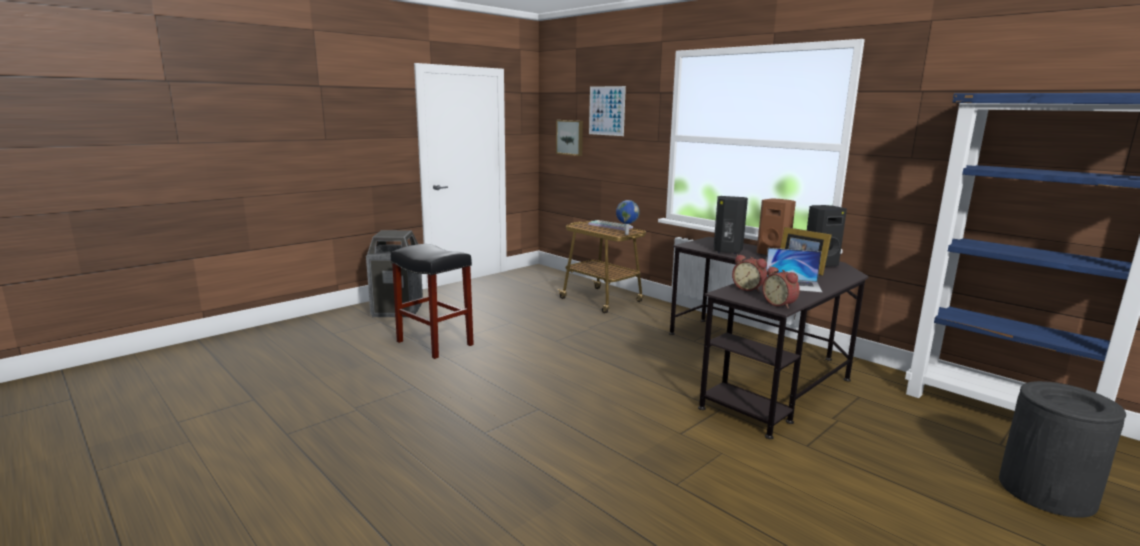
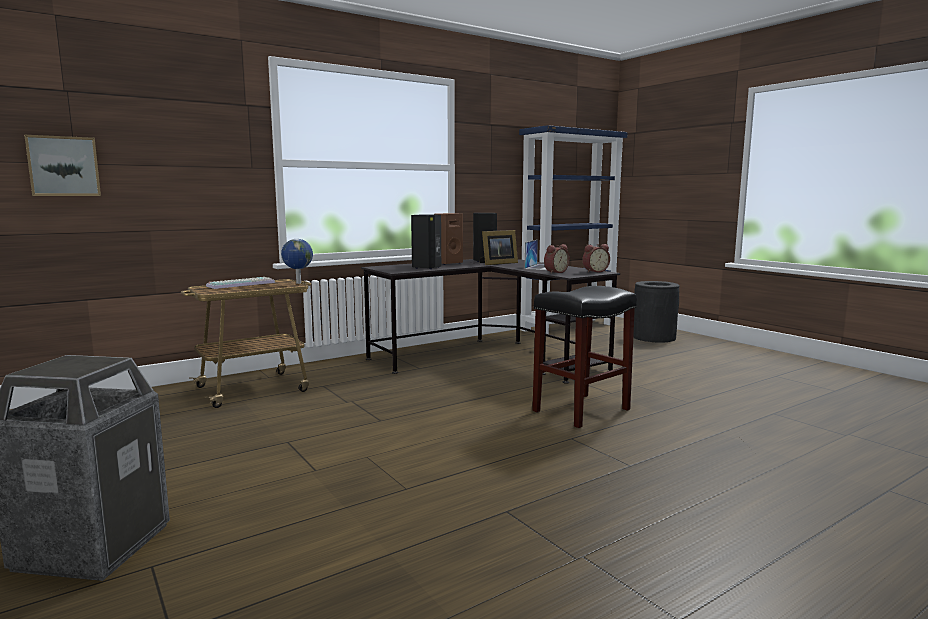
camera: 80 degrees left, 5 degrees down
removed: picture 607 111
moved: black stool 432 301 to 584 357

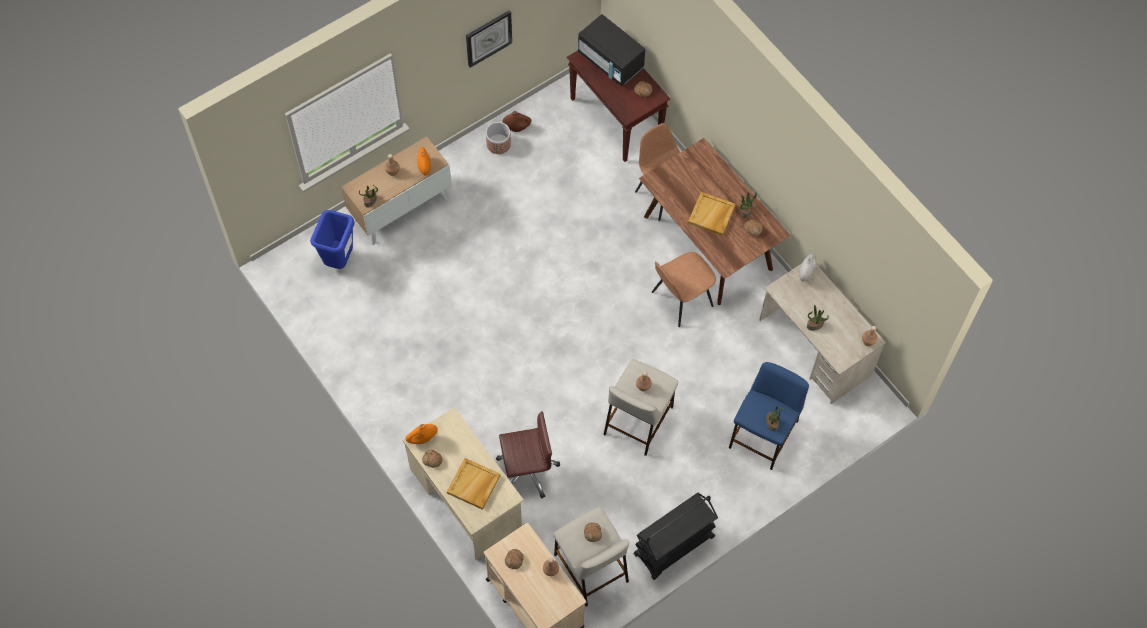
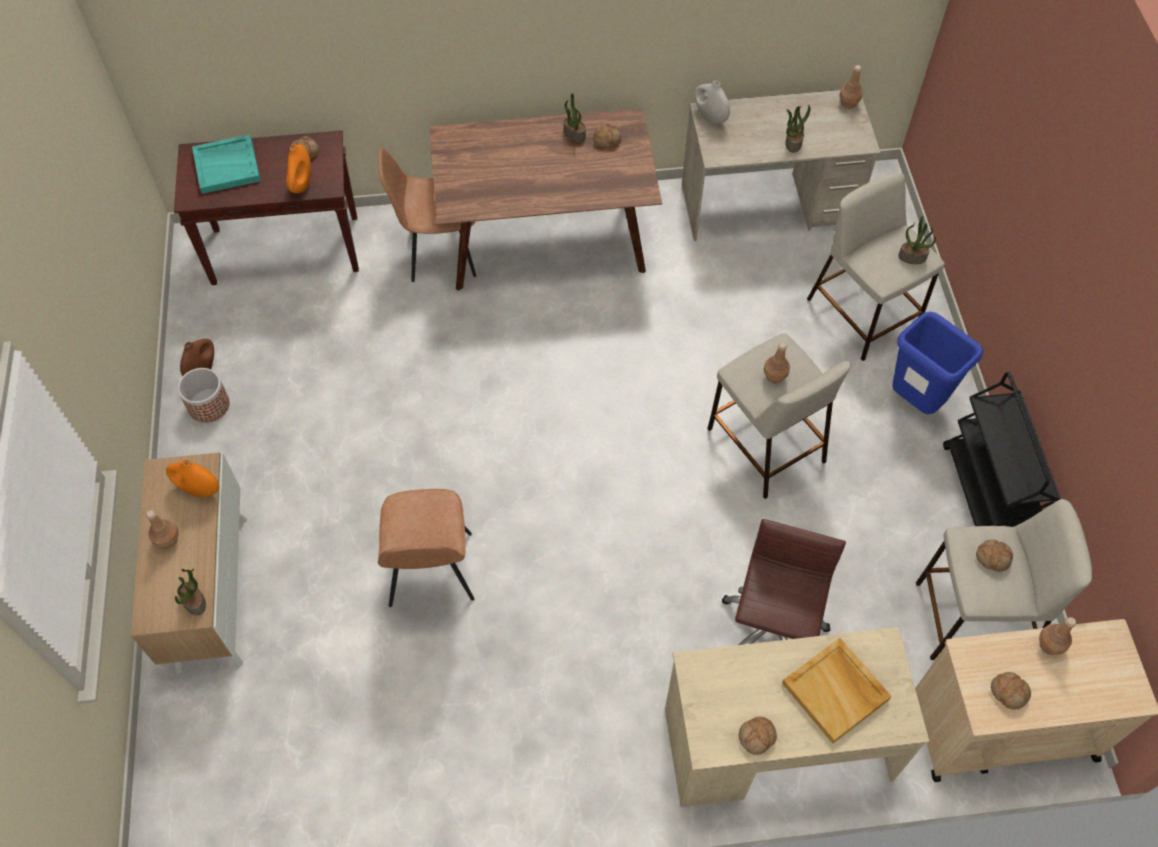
camera: 60 degrees left, 5 degrees down
removed: wall clock 489 39; beige tray 711 214
moved: orange vase 421 434 to 298 168; brown chair 684 289 to 426 548; blue trash can 332 239 to 937 363
replaced: black microwave 611 50 to turquoise tray 226 164
recoloured: blue stool 769 416 to beige stool 876 266

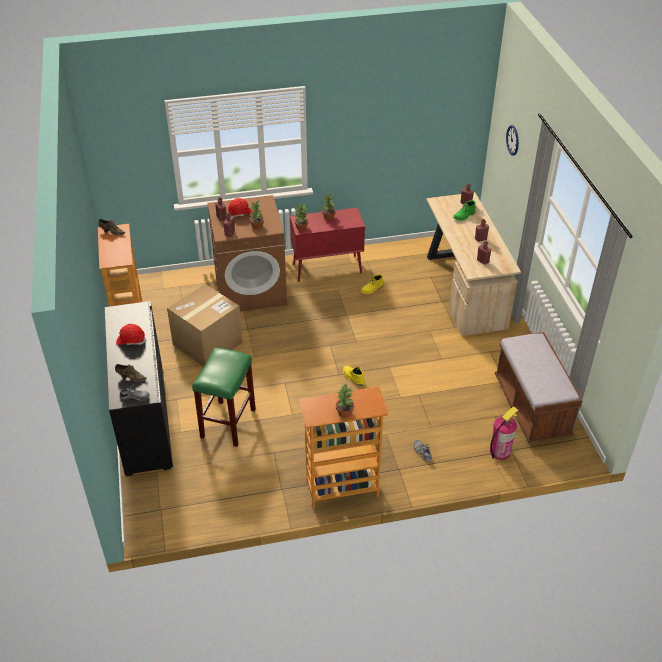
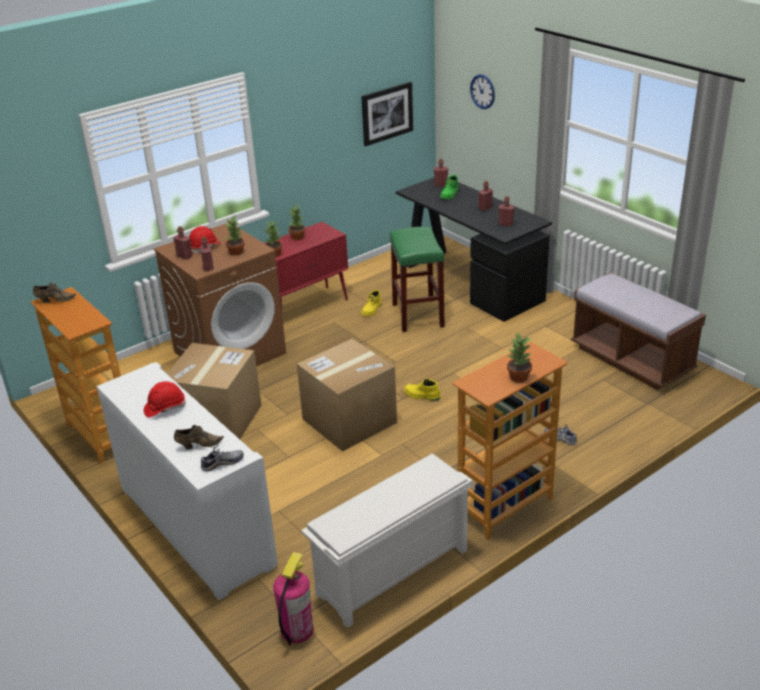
camera: 25 degrees left, 10 degrees down
added: cardboard box 347 395; white shoe rack 387 541; picture 387 114
moved: fire extinguisher 504 433 to 293 598; green stool 224 397 to 417 279
recoloured: black cabinet 138 388 to white cabinet 187 481; beige desk 473 264 to black desk 474 249

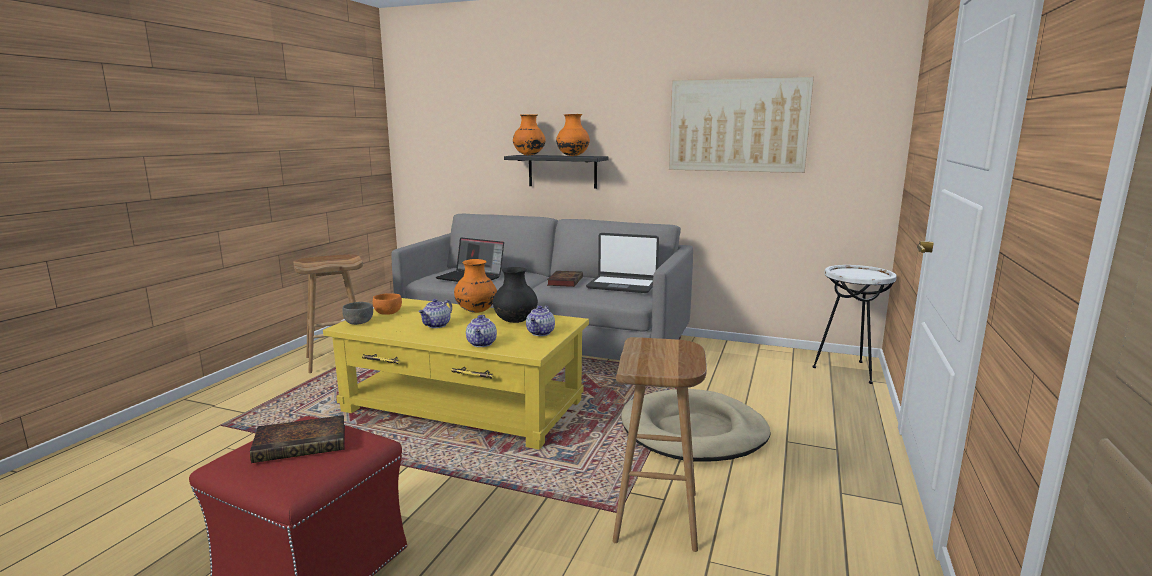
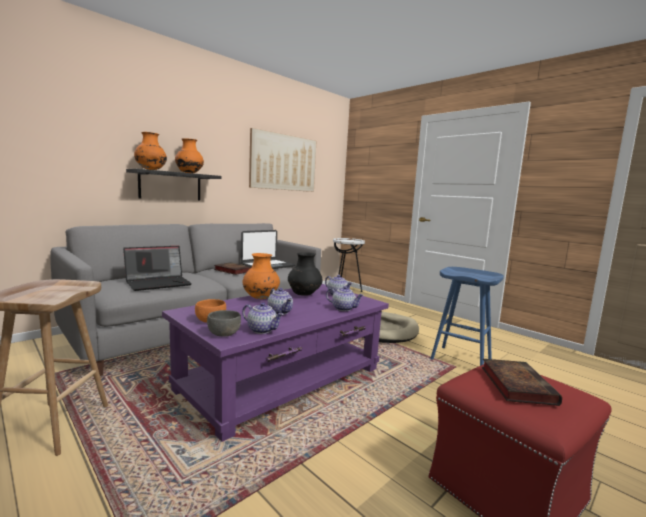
camera: 65 degrees left, 5 degrees down
added: teapot 263 318
recoloured: yellow coffee table 456 374 to purple coffee table 275 363; brown stool 660 444 to blue stool 467 316

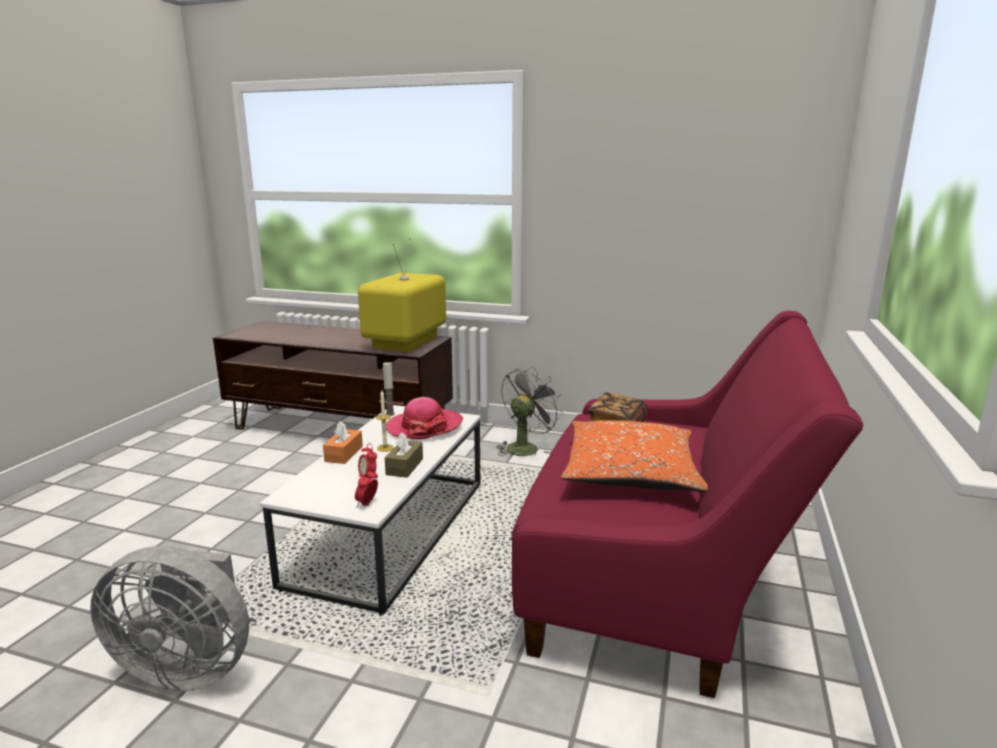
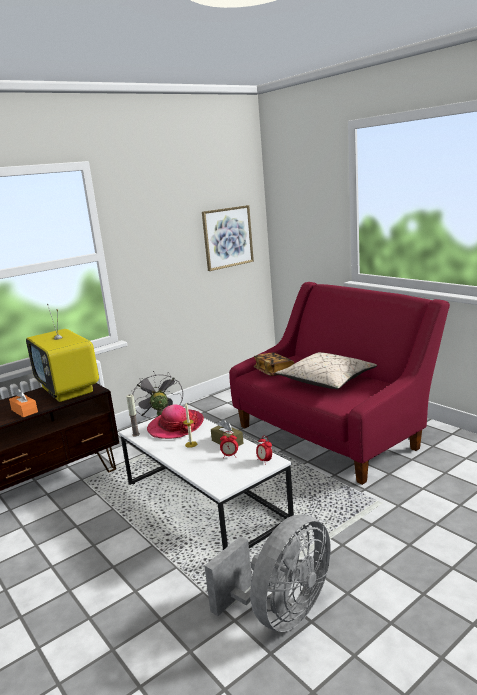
camera: 55 degrees left, 0 degrees up
added: picture 228 238
moved: orange tissue box 343 442 to 23 403
recoloured: orange pillow 634 456 to beige pillow 326 370

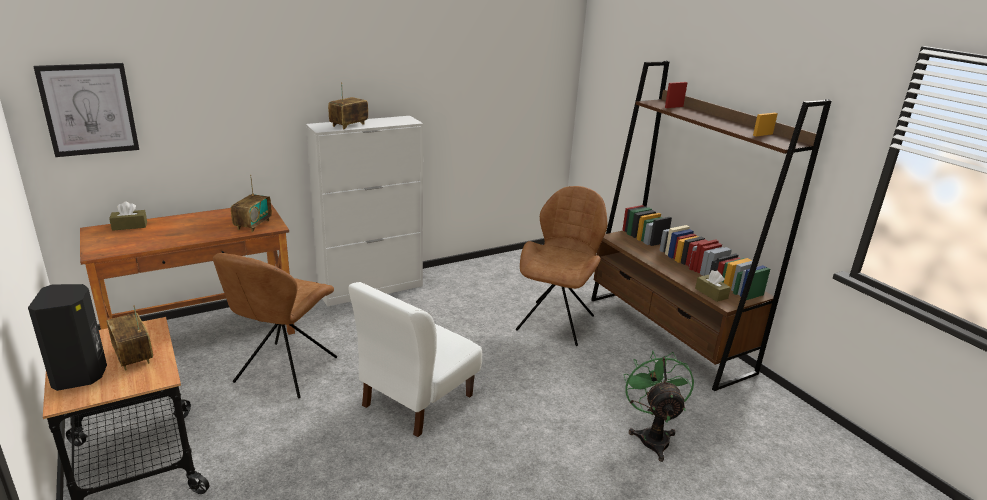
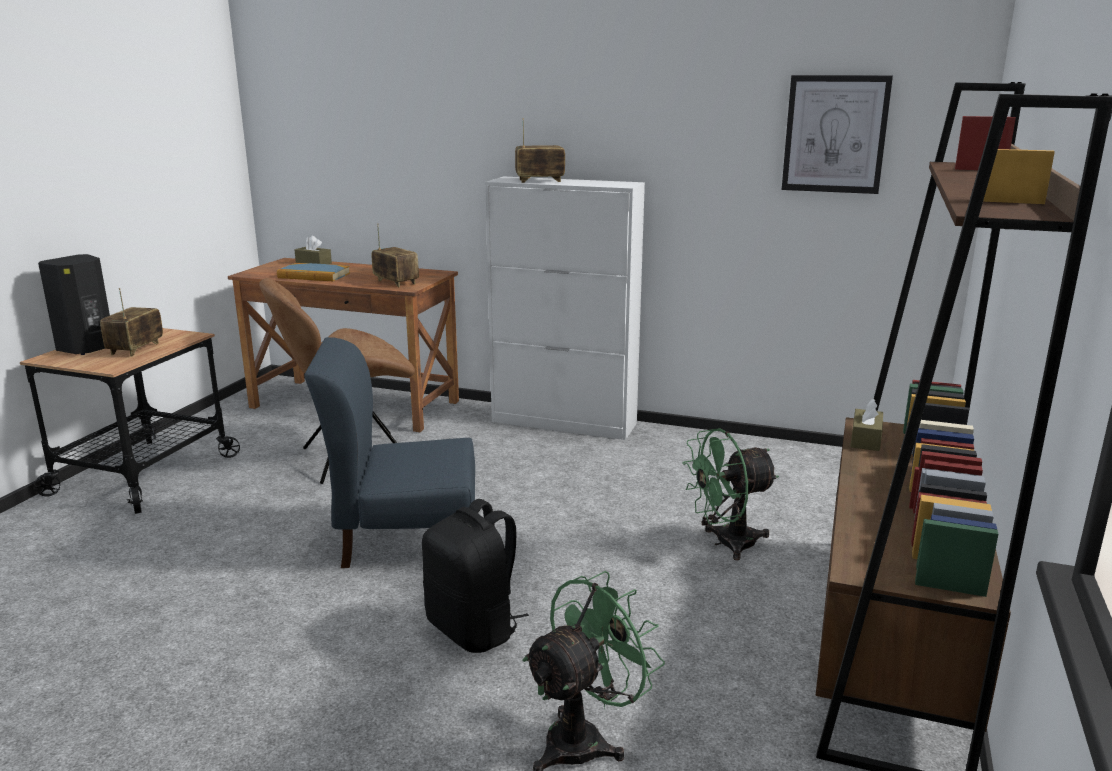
camera: 50 degrees right, 5 degrees down
added: book 313 272; black backpack 475 576
moved: picture 86 110 to 837 134; brown tissue box 713 286 to 866 425
replaced: brown chair 561 266 to green fan 731 494
recoloured: white chair 415 359 to blue chair 390 452
turned: radio 251 203 = 395 255 105 degrees counterclockwise

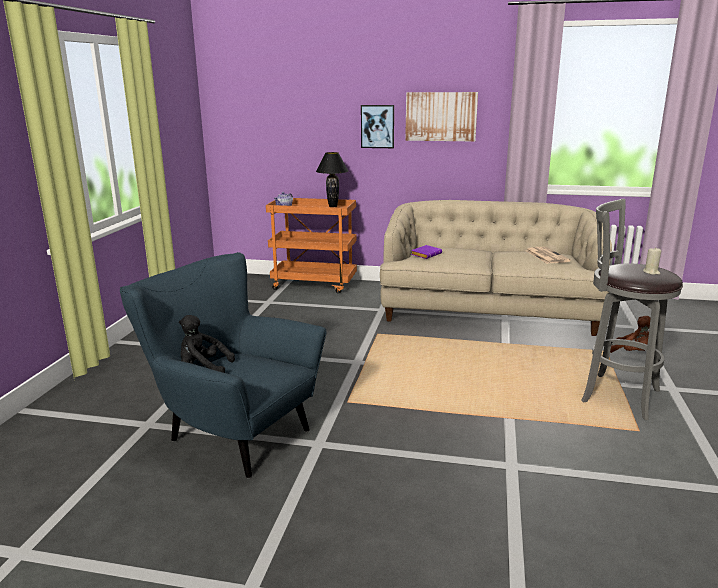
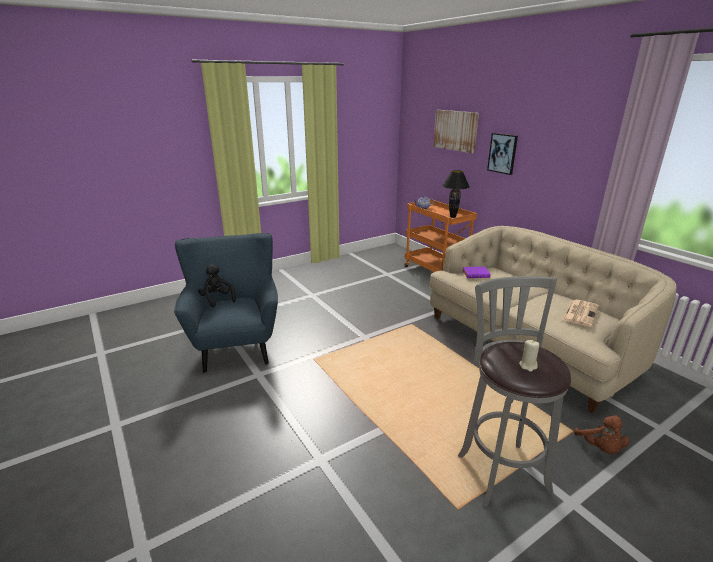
camera: 45 degrees right, 5 degrees up
moved: picture 441 117 to 456 131

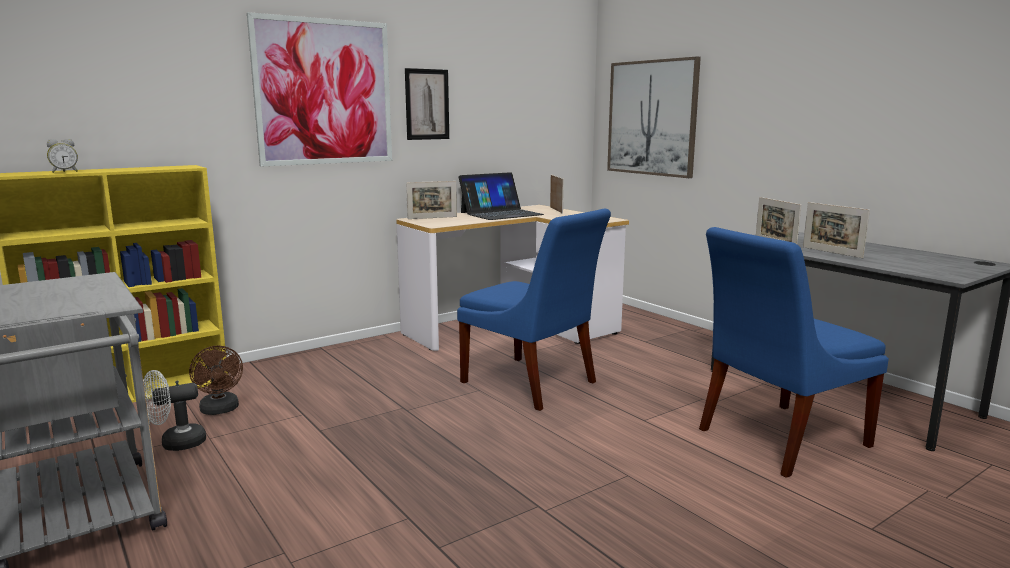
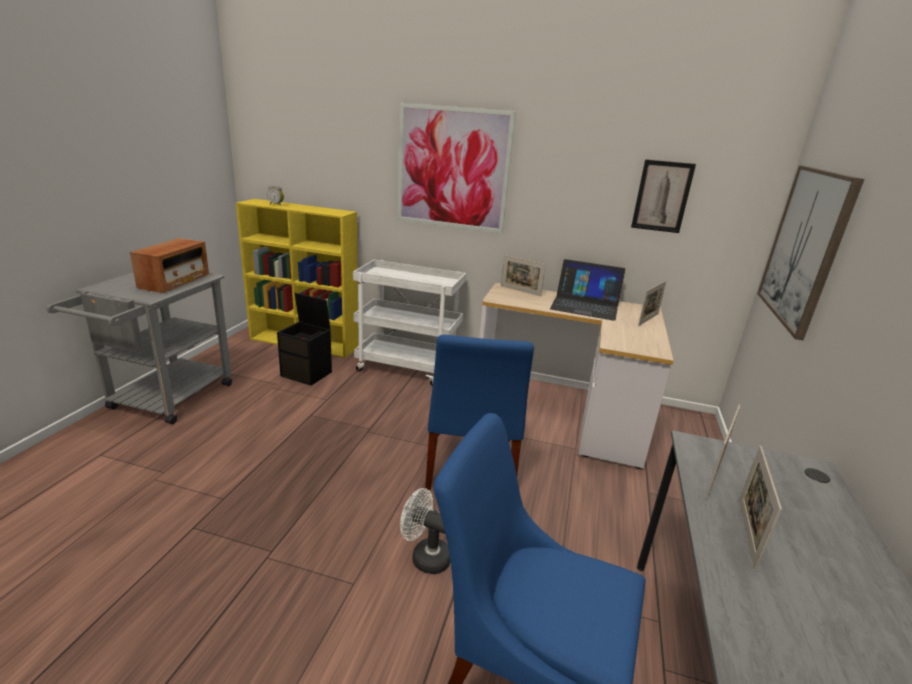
camera: 50 degrees right, 10 degrees up
added: radio 169 265; white cart 409 322
moved: white fan 174 410 to 425 531; picture 427 104 to 663 196
replaced: brown fan 216 380 to black storage box 304 339

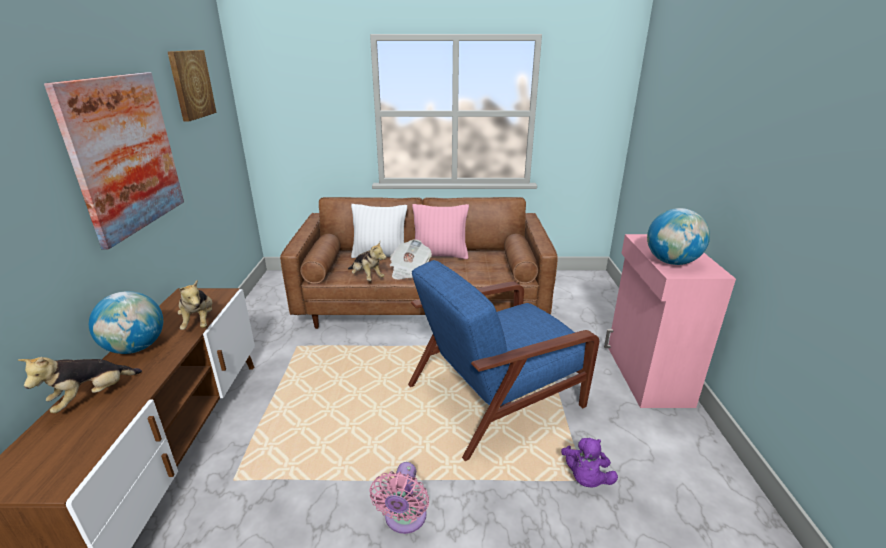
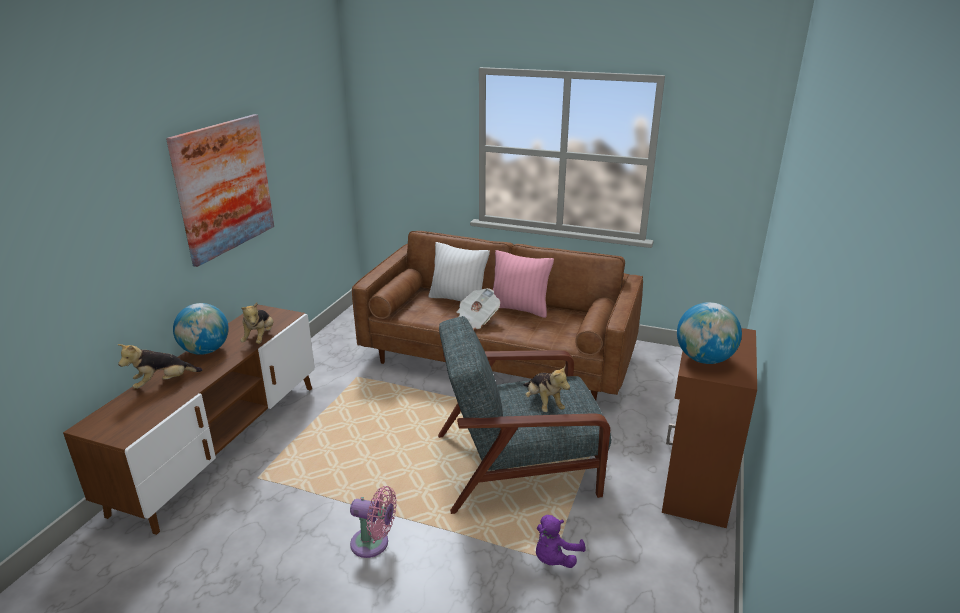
camera: 20 degrees right, 0 degrees up
removed: picture 191 86
moved: plush toy 367 261 to 546 388
recoloured: blue armchair 503 360 to grey armchair 524 415; pink cabinet 670 321 to brown cabinet 709 428
turned: pink fan 399 498 = 373 522 105 degrees counterclockwise

